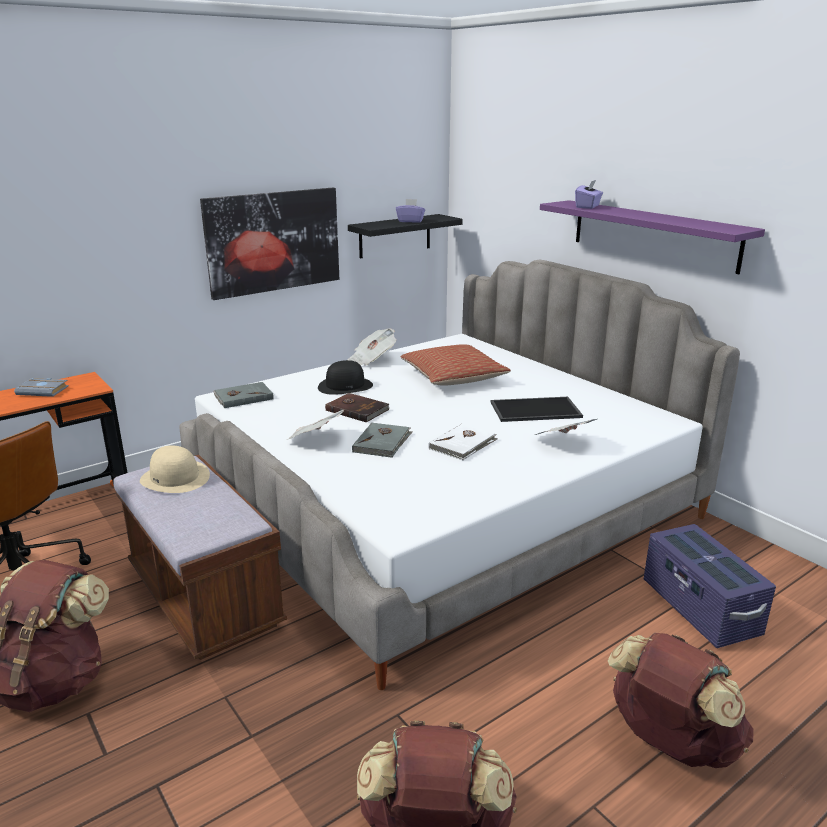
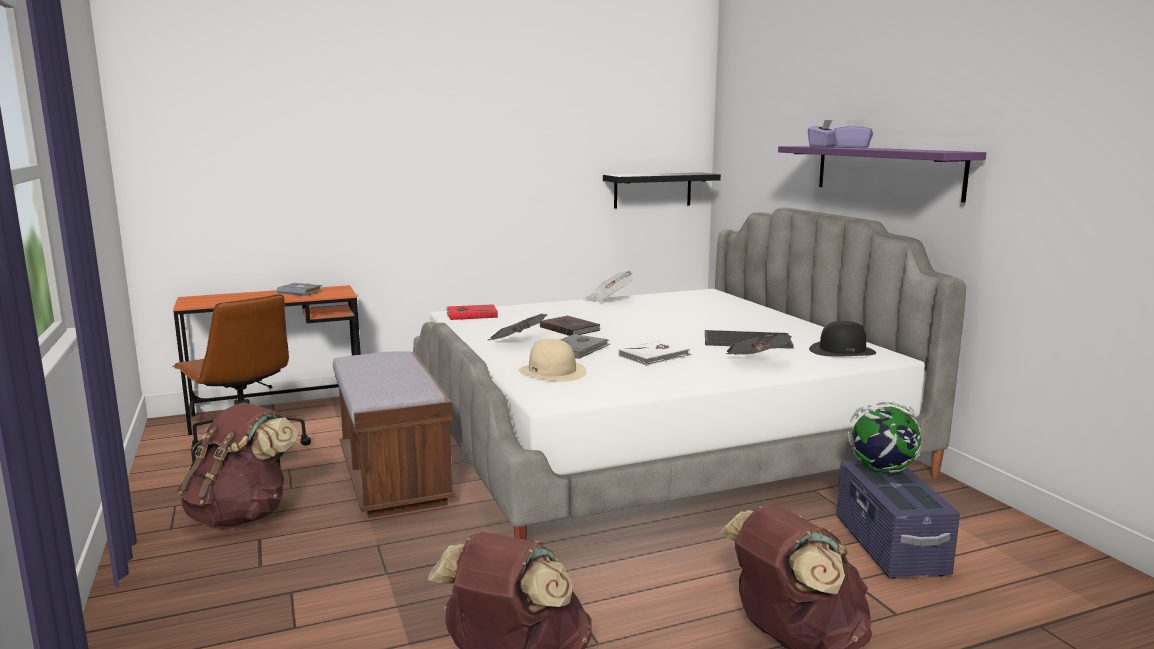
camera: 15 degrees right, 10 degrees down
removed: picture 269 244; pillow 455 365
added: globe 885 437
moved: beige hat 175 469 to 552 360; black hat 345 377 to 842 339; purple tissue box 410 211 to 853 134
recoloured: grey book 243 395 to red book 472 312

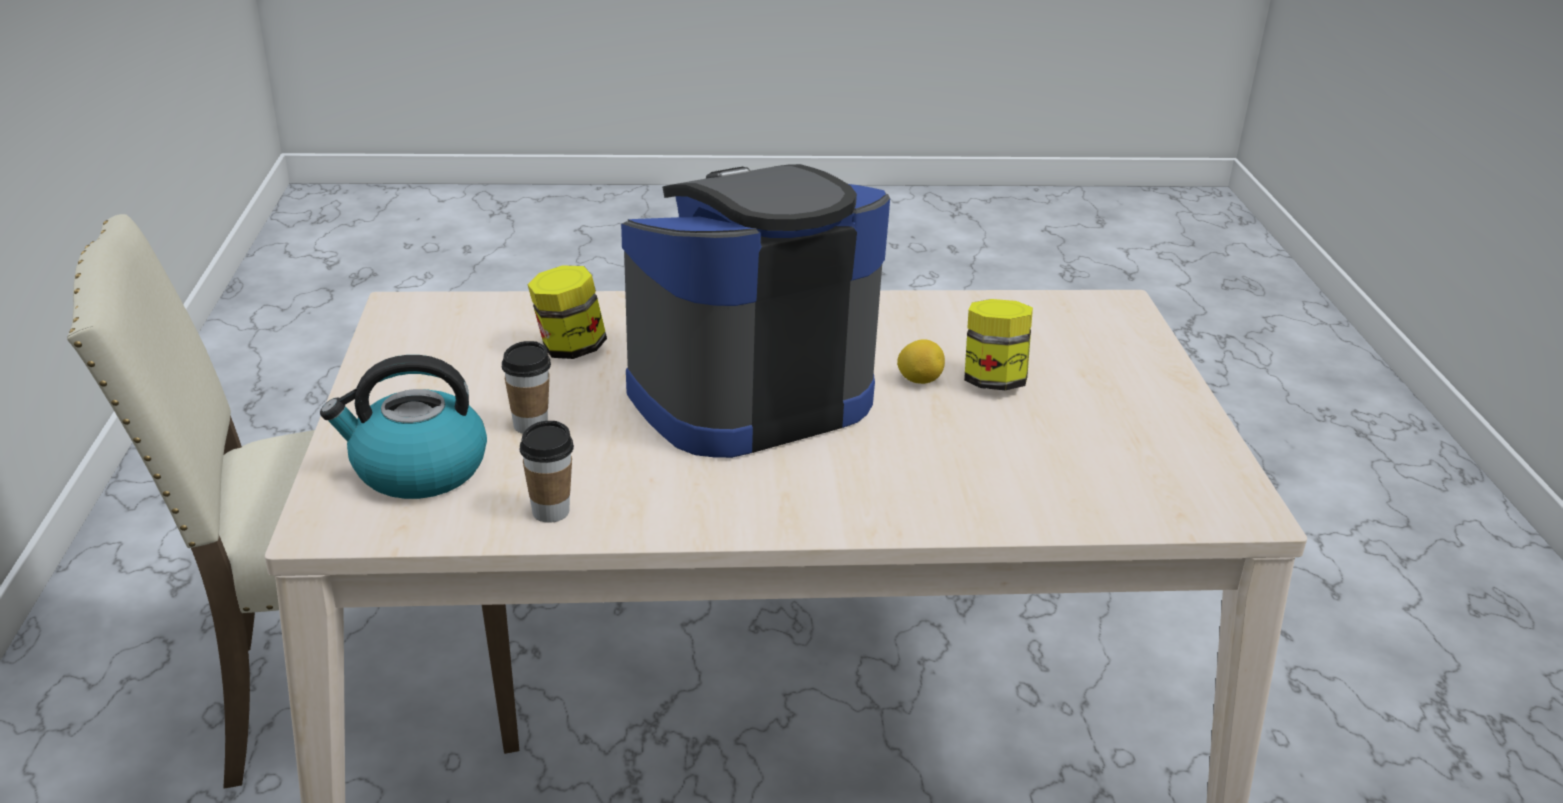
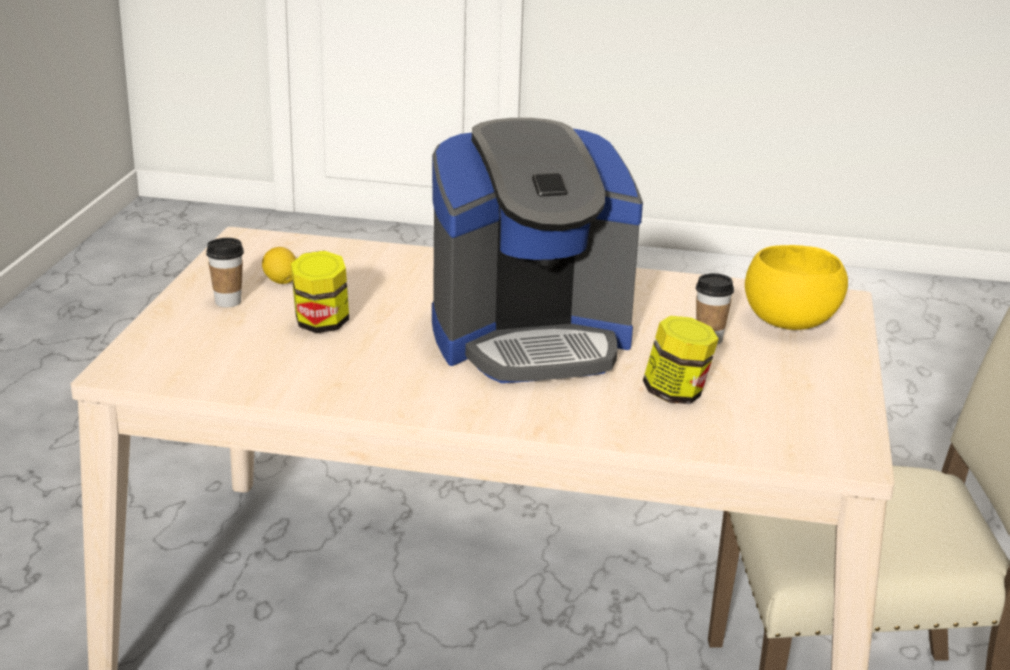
camera: 165 degrees left, 5 degrees down
moved: cup 547 472 to 225 272; lemon 921 361 to 279 265
replaced: kettle 403 427 to yellow bowl 796 287

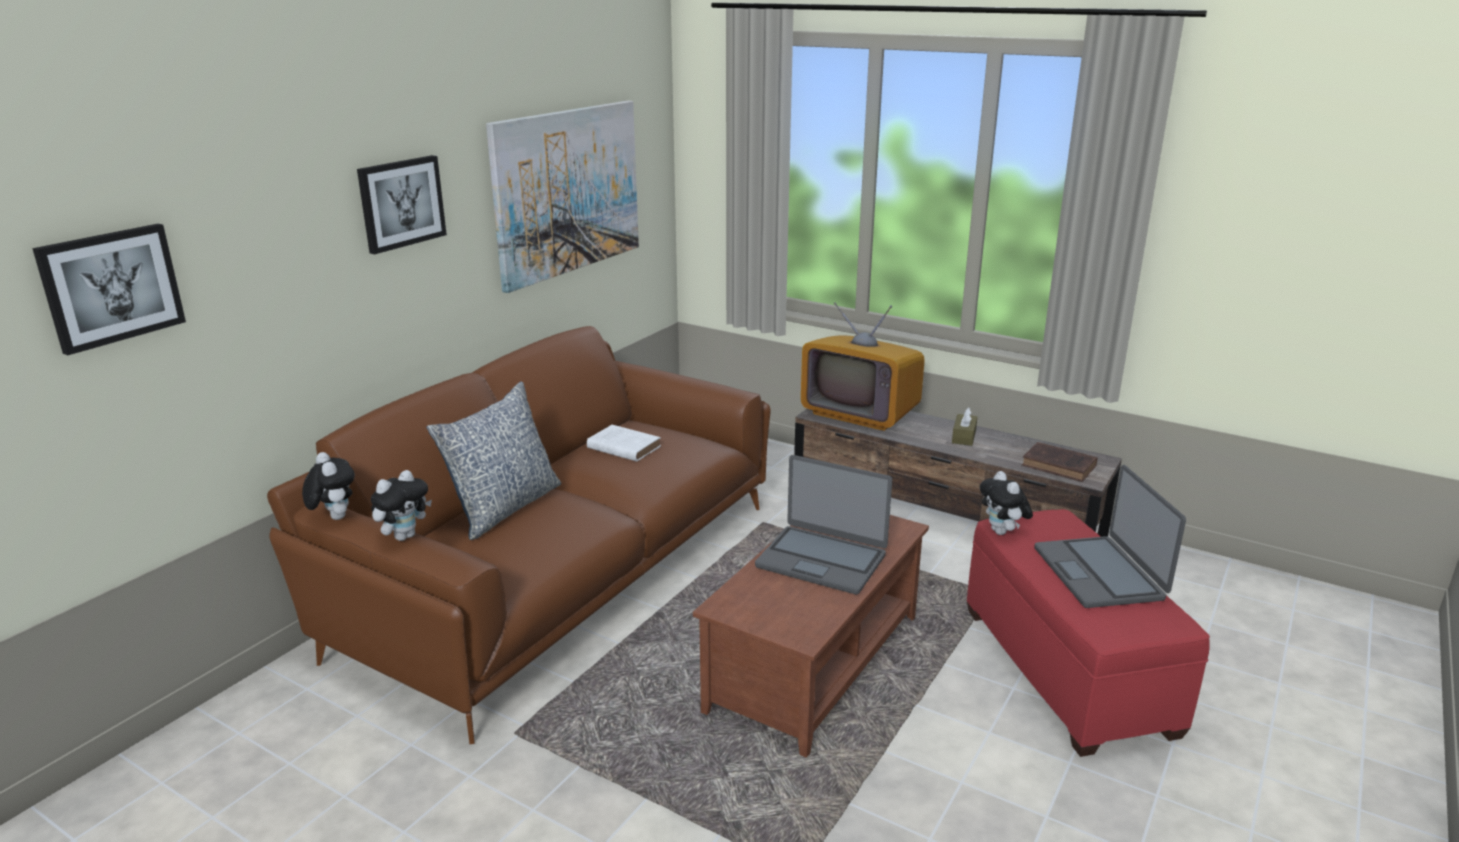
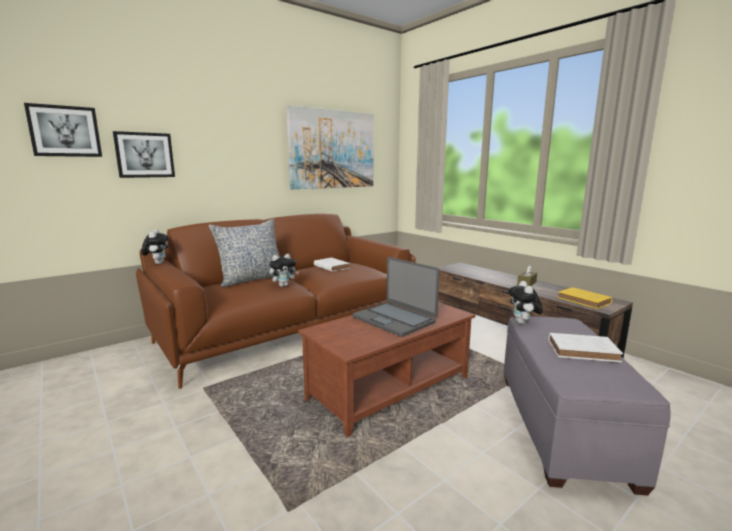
camera: 20 degrees right, 10 degrees down
removed: television 863 366
moved: picture 402 204 to 144 154; plush toy 401 505 to 284 270
replaced: laptop 1110 536 to white book 585 347
recoloured: red ottoman 1088 633 to grey ottoman 587 406; brown book 1060 462 to yellow book 584 298

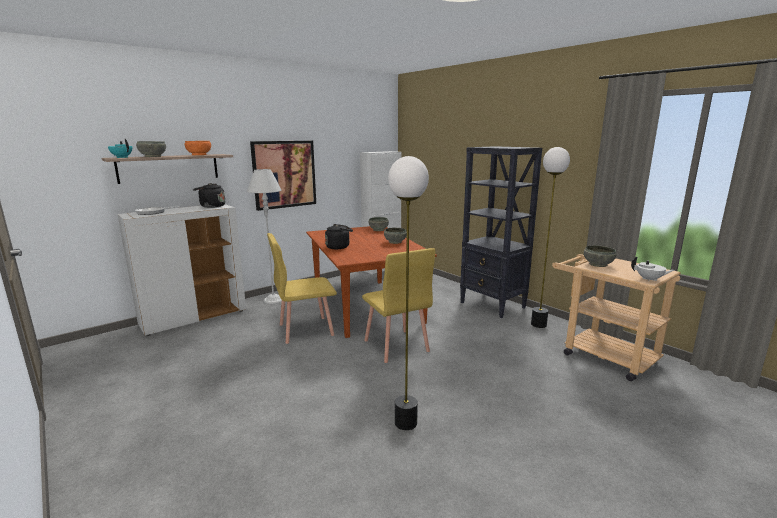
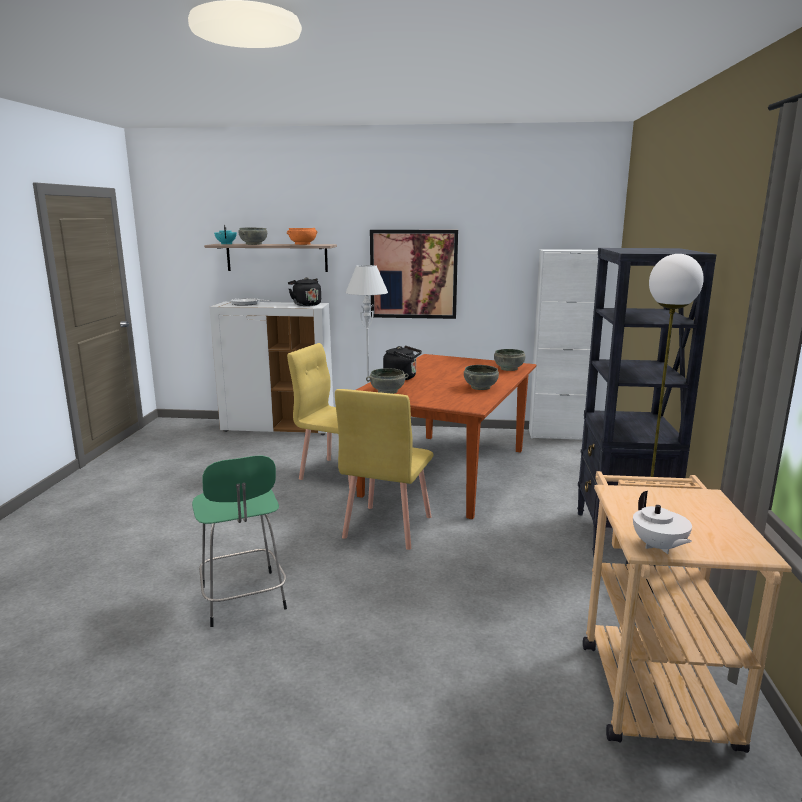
camera: 45 degrees right, 0 degrees up
moved: grey bowl 600 256 to 387 381
replaced: floor lamp 408 293 to green stool 239 541

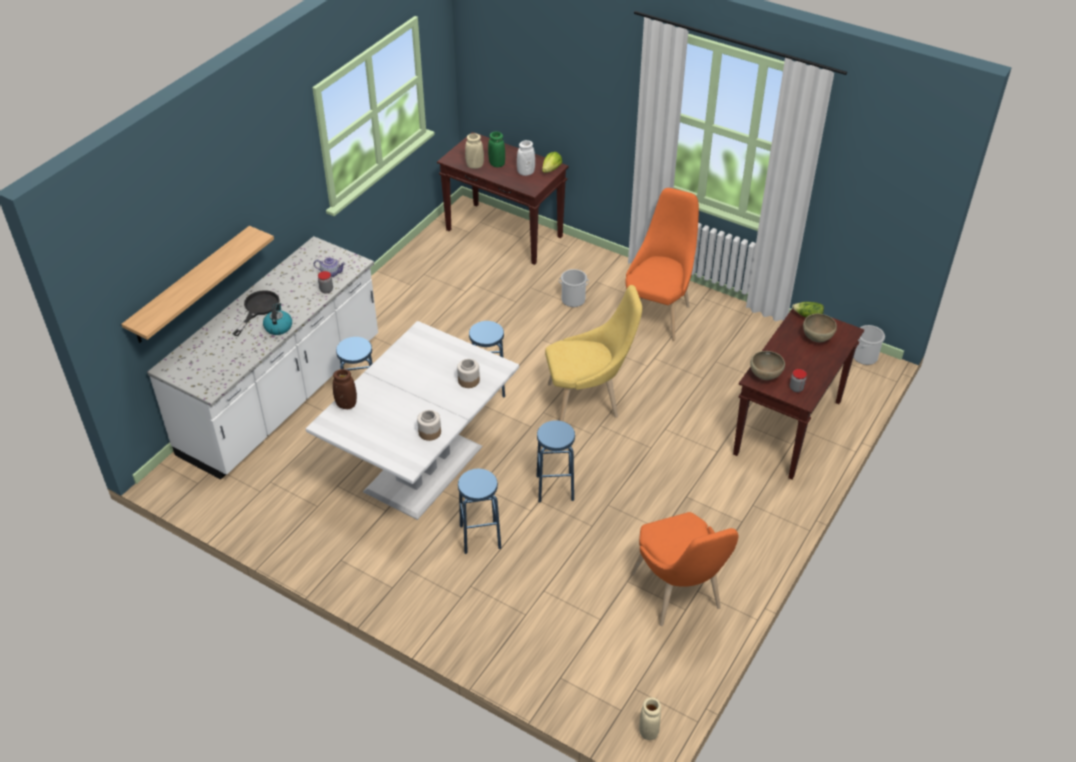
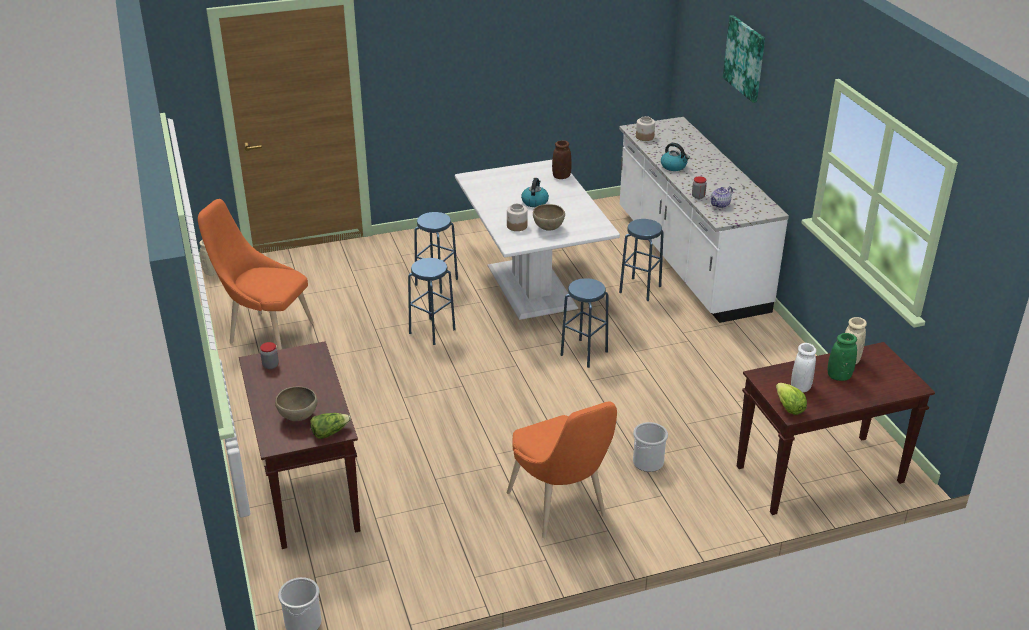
camera: 130 degrees right, 10 degrees down
removed: shelf 197 284; black frying pan 256 313; yellow chair 593 353
added: kettle 535 192; picture 744 59
moved: brown bowl 767 365 to 549 217; jar 429 425 to 645 128

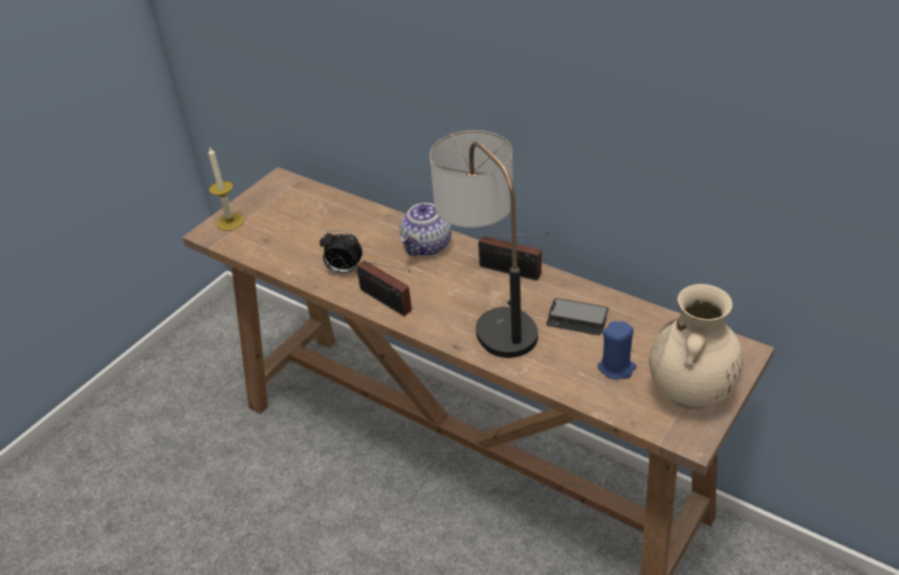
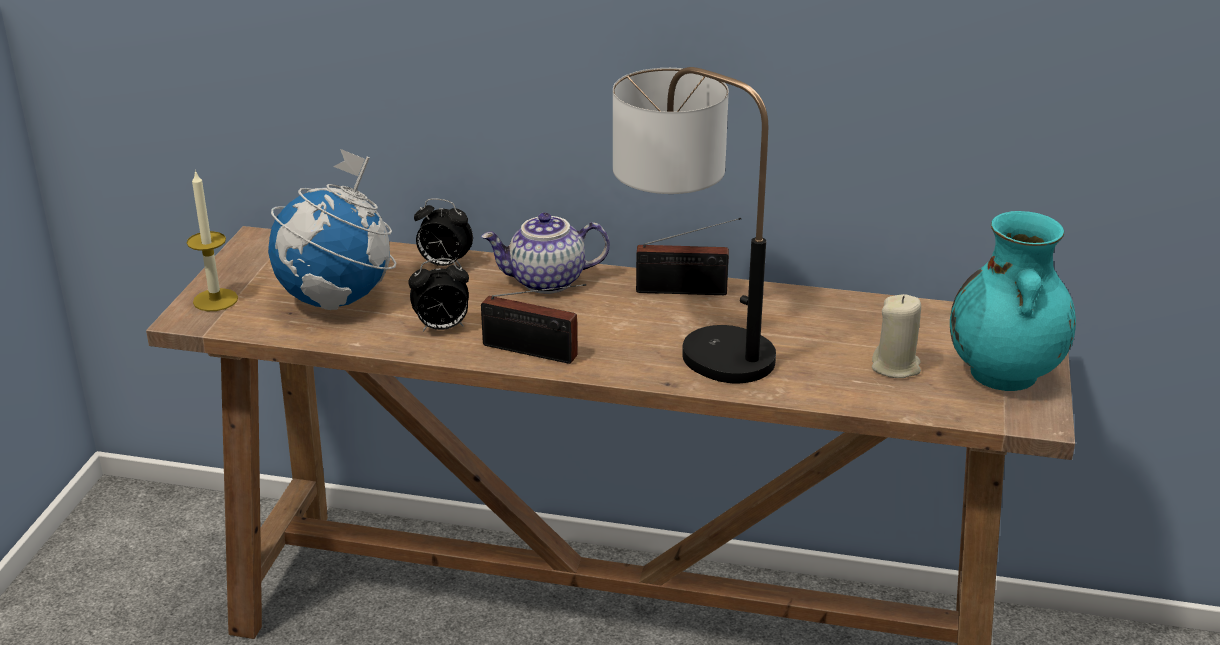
camera: 25 degrees left, 10 degrees down
removed: phone 577 316
added: globe 332 229; alarm clock 443 232
recoloured: blue candle 617 350 to beige candle 896 336; beige vase 696 346 to turquoise vase 1013 301
turned: teapot 426 229 = 545 253 75 degrees clockwise

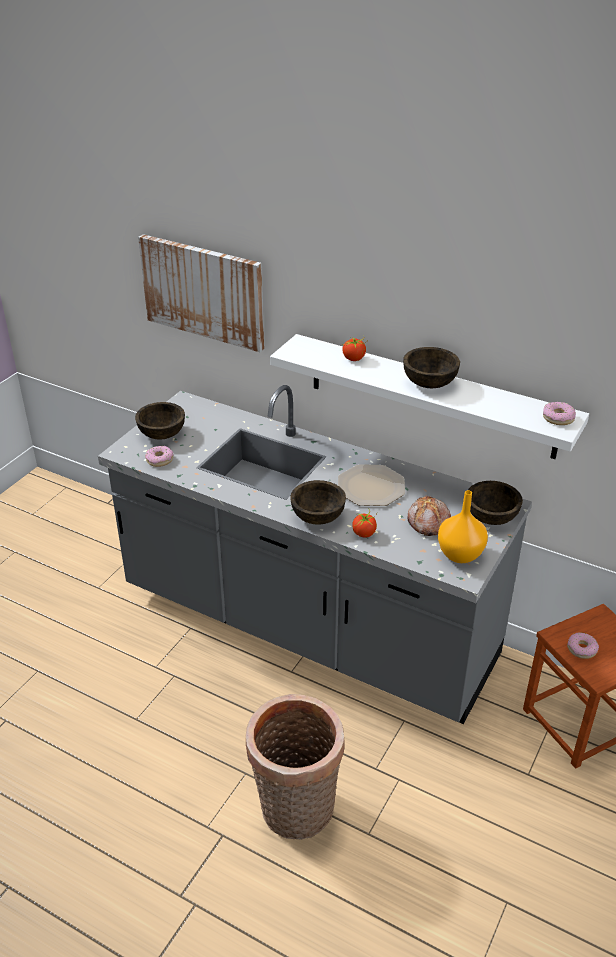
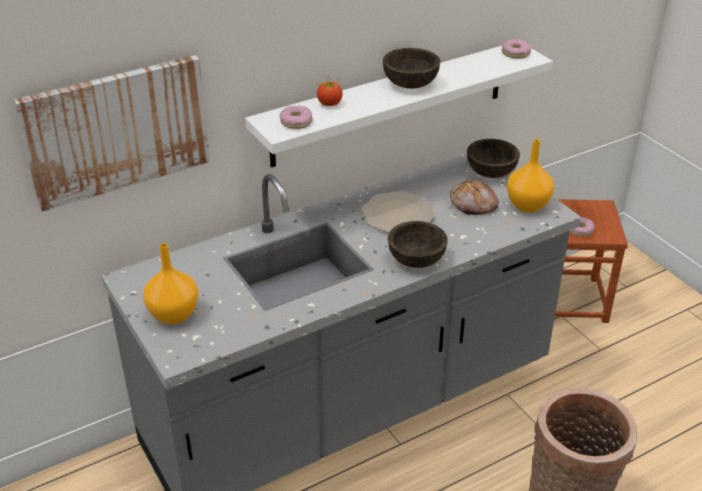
camera: 60 degrees left, 0 degrees up
removed: tomato 364 523
moved: donut 159 456 to 296 117
replaced: brown bowl 160 421 to orange vase 170 283

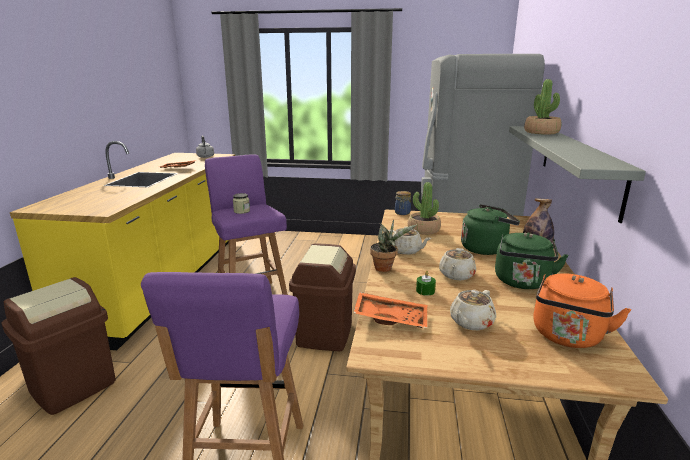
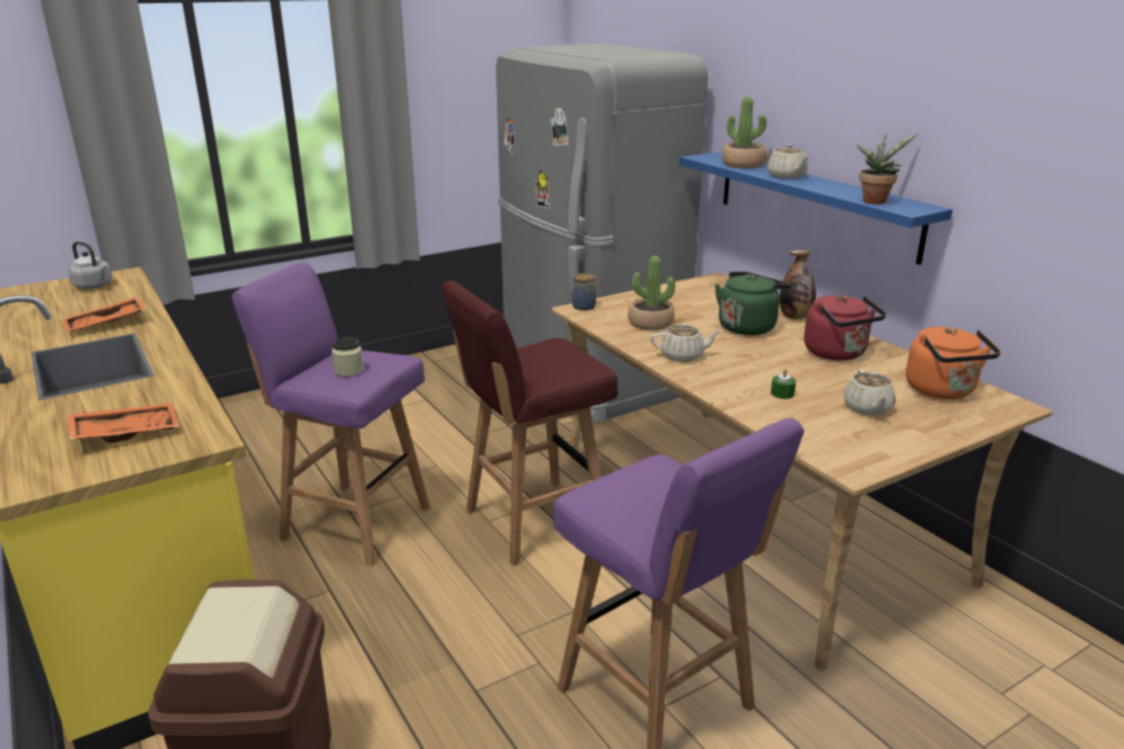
camera: 40 degrees left, 5 degrees up
moved: orange tray 390 310 to 123 423; beige teapot 457 264 to 788 161; potted plant 393 245 to 886 169
replaced: brown trash can 322 297 to red stool 530 423
recoloured: grey shelf 577 174 to blue shelf 816 208; green kettle 532 260 to red kettle 845 328

